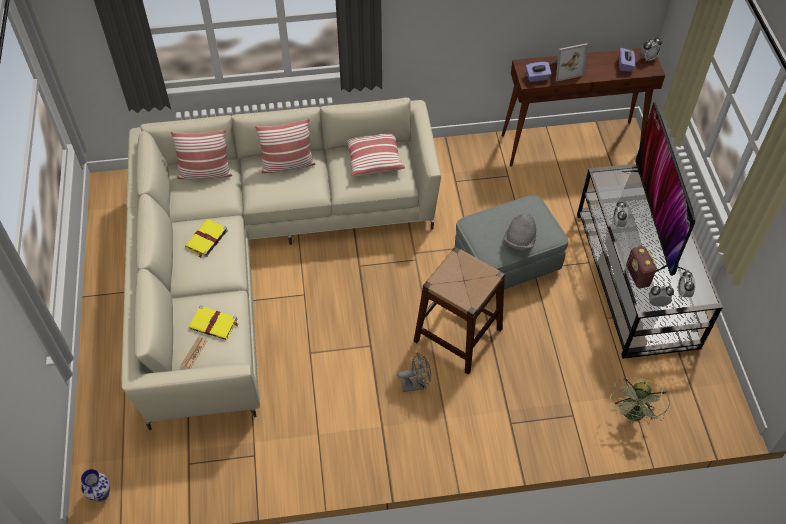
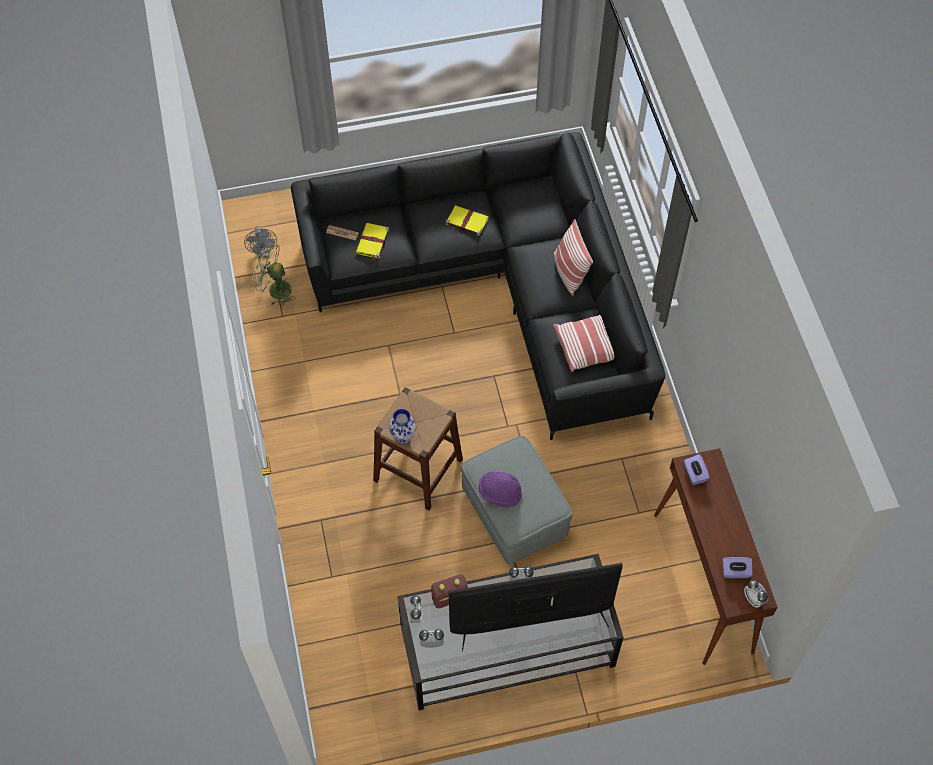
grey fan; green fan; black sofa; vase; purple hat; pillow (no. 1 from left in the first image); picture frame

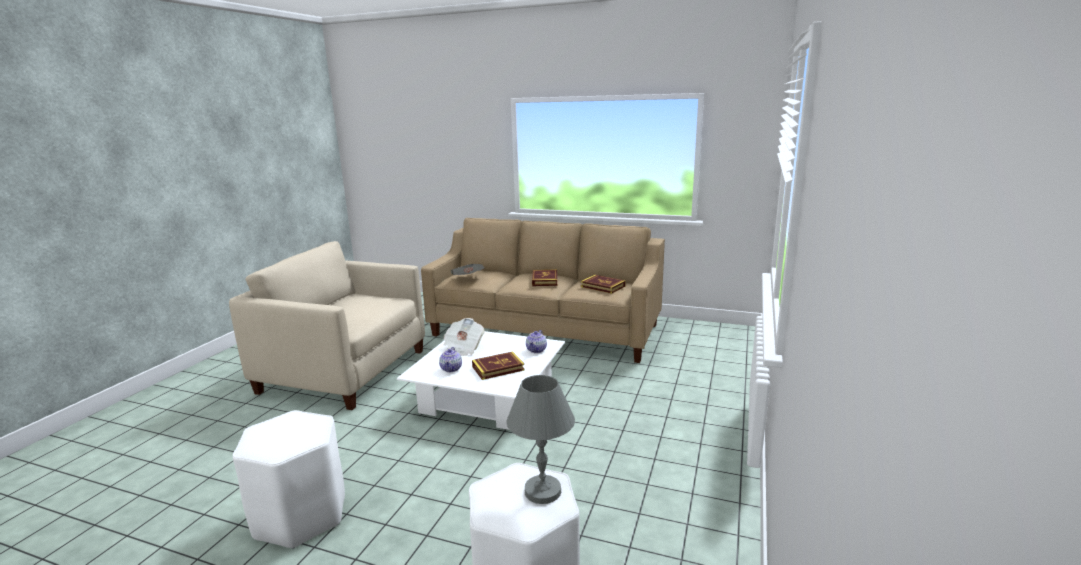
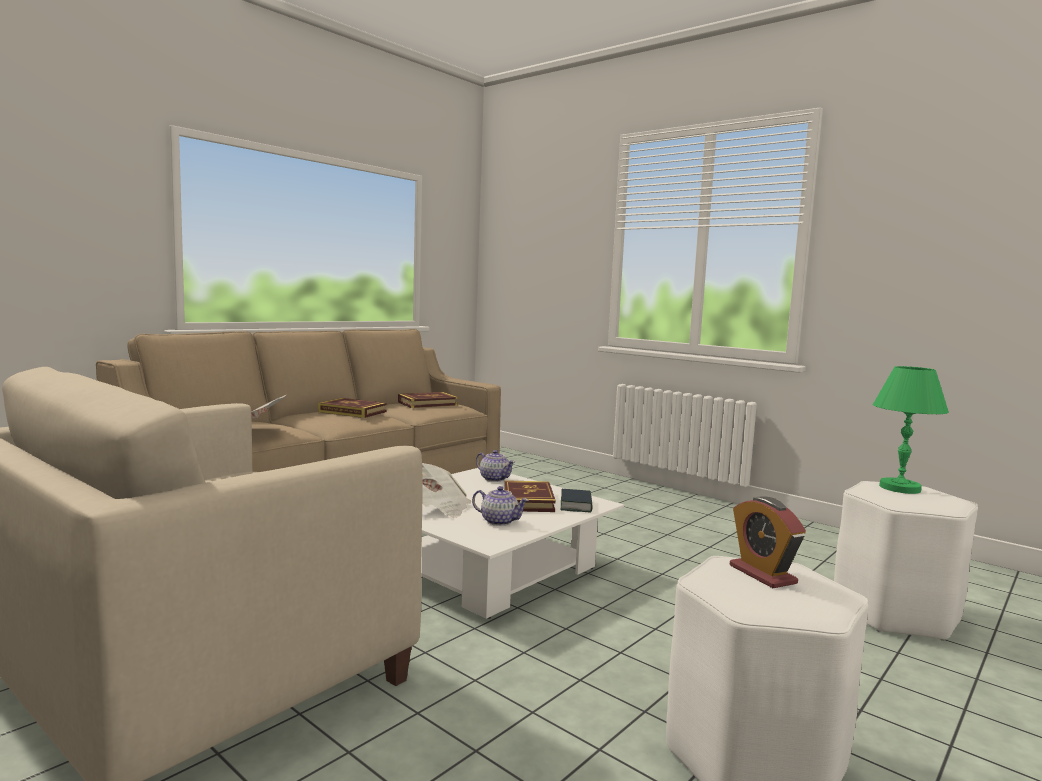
book (no. 4 from left); alarm clock; green table lamp

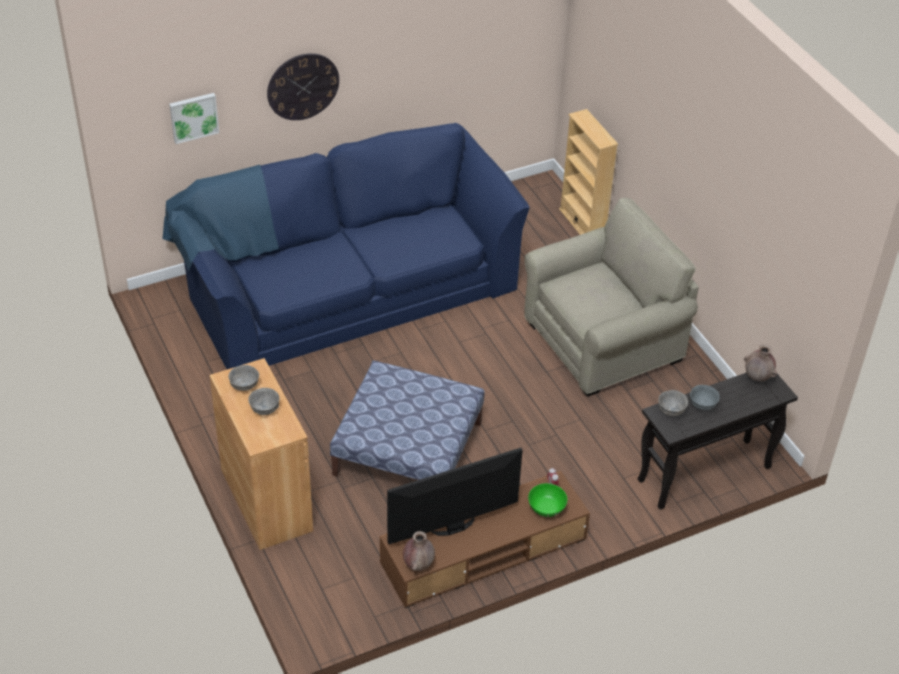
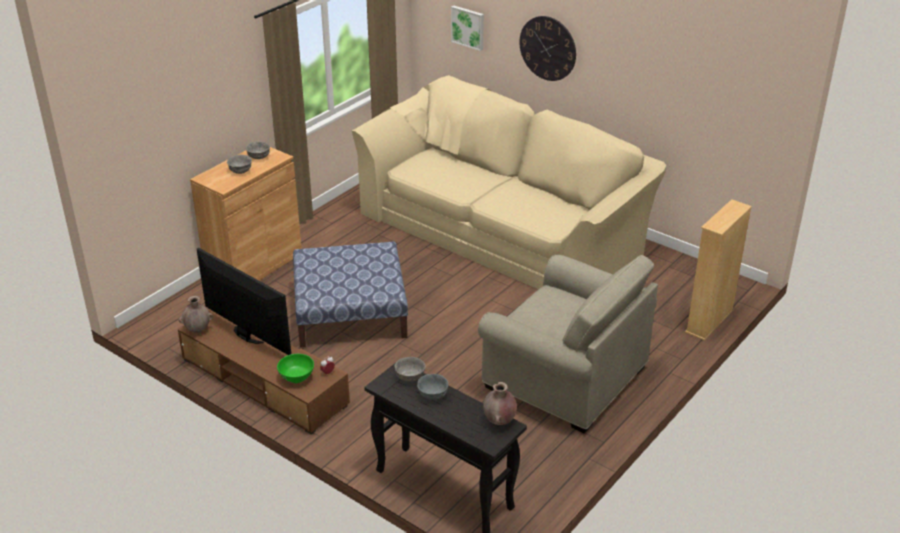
beige sofa

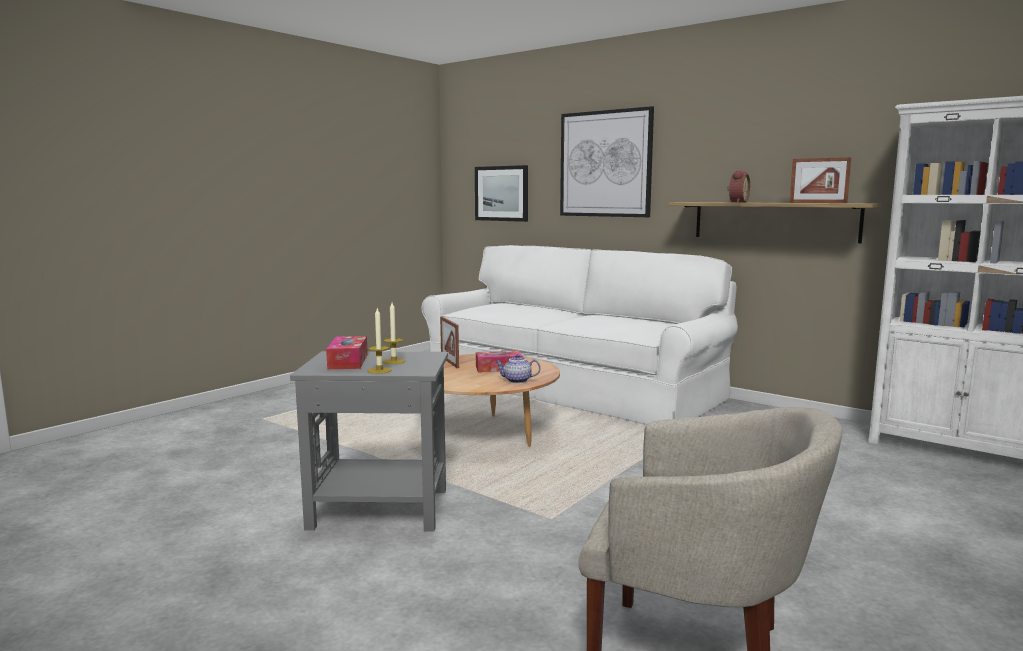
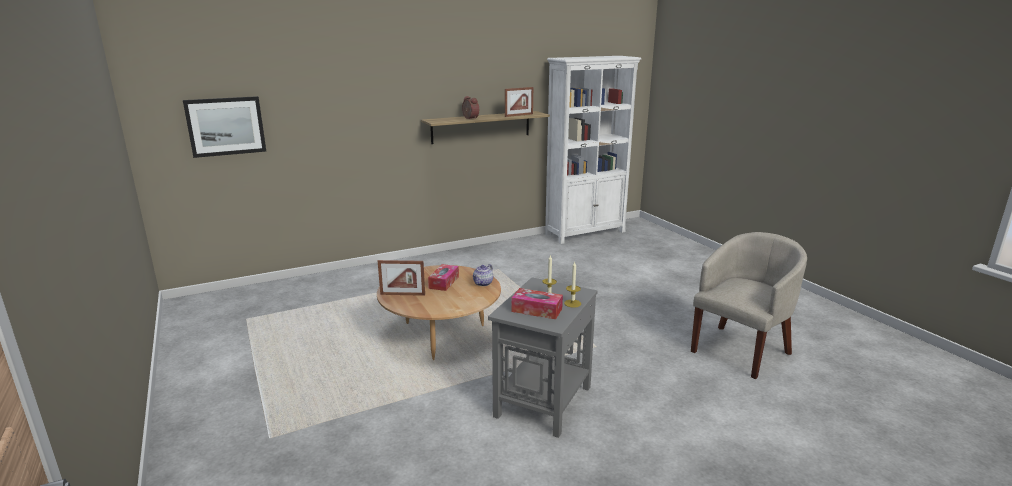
white sofa; picture (no. 2 from left in the first image)

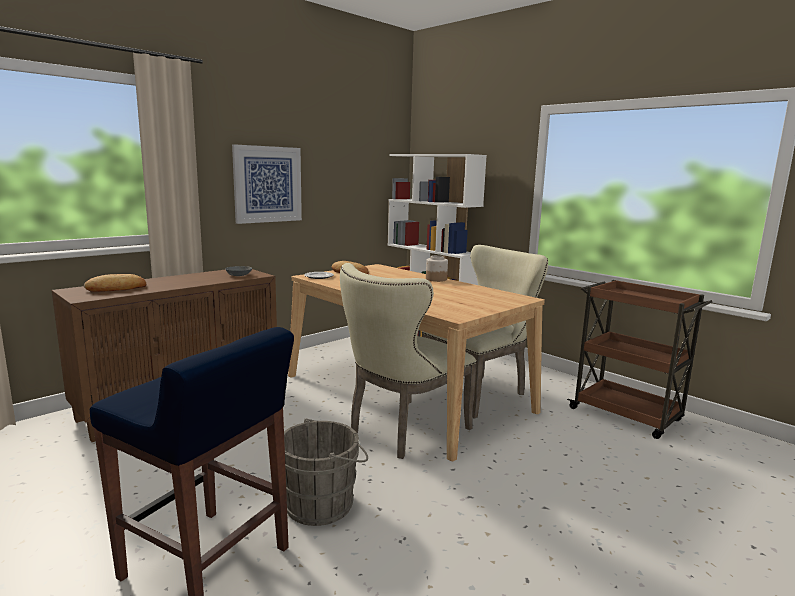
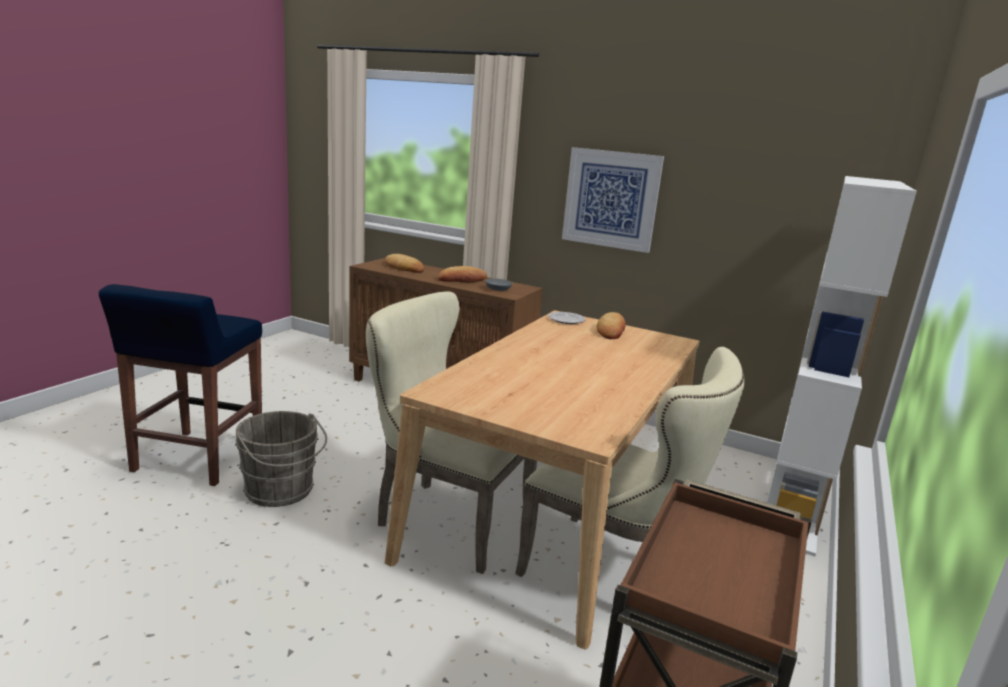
bread (no. 2 from left); jar

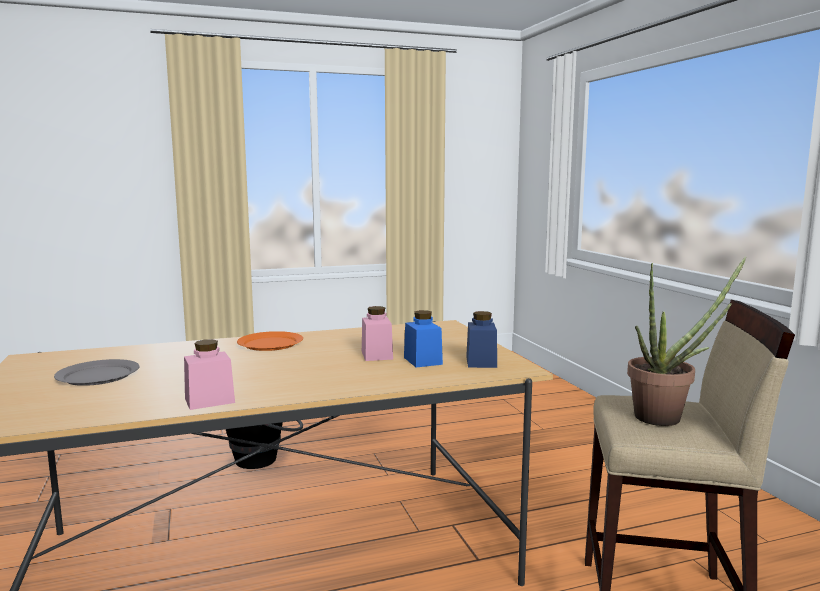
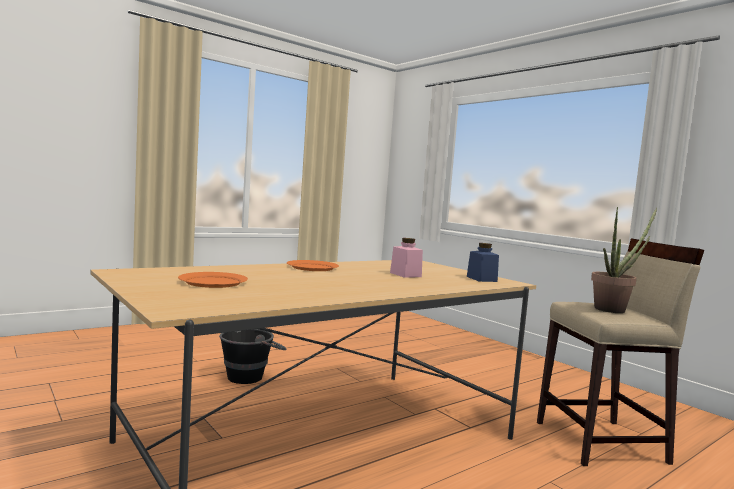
orange plate (no. 1 from left); pink jar (no. 1 from left in the first image); blue jar (no. 1 from left in the first image)

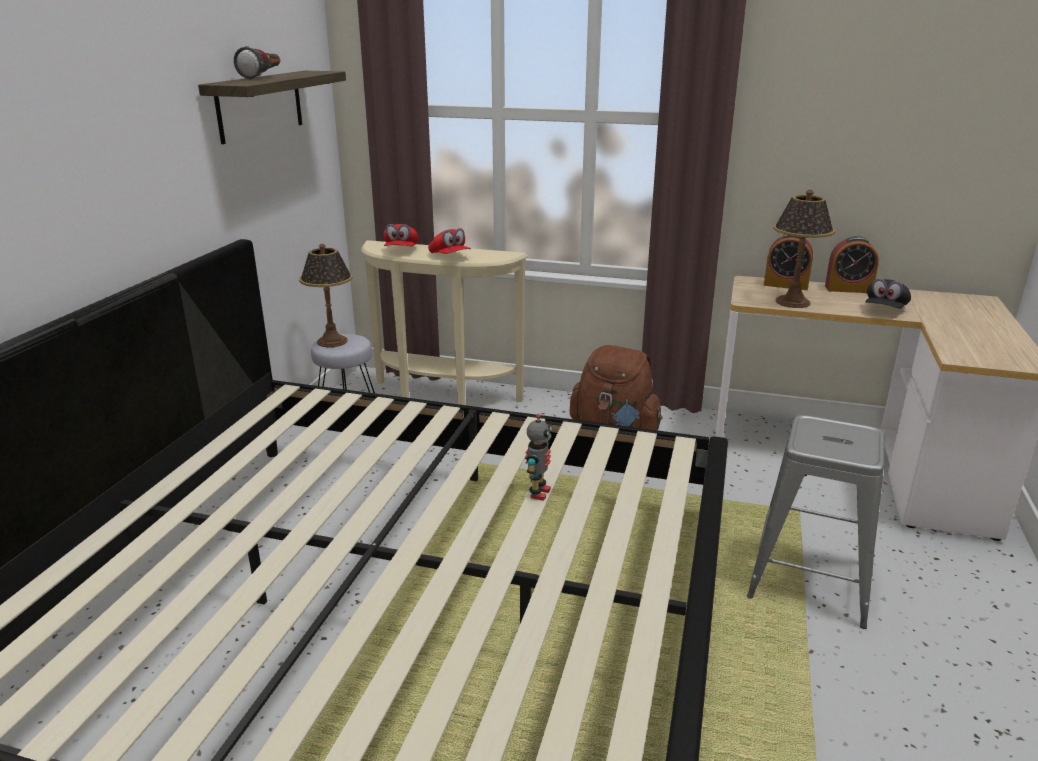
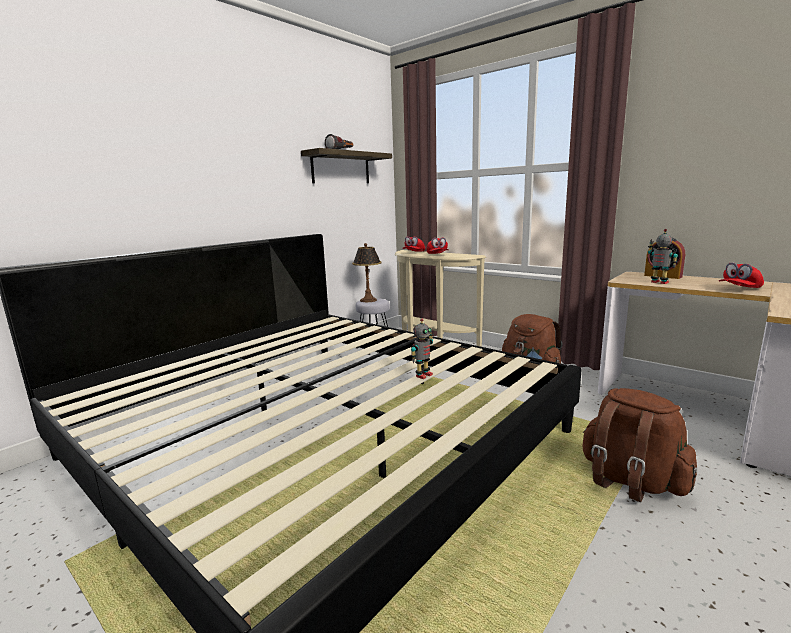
brown backpack (no. 2 from left); toy robot (no. 2 from left); red cap (no. 3 from left); alarm clock (no. 2 from left in the first image)

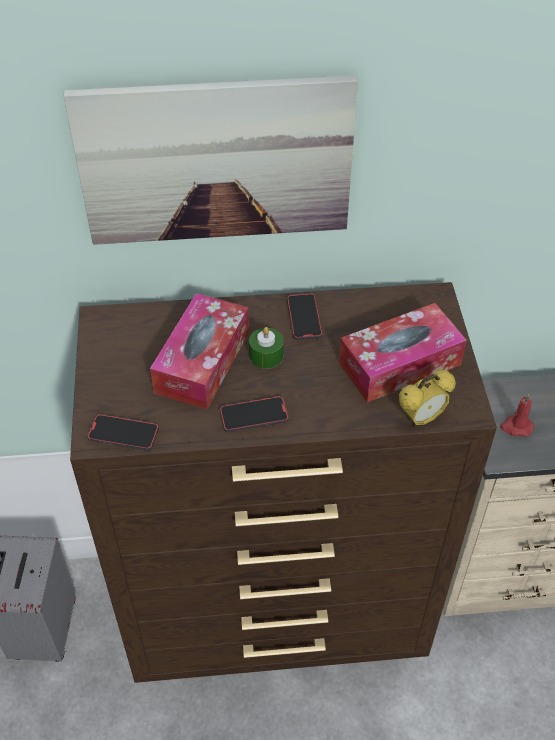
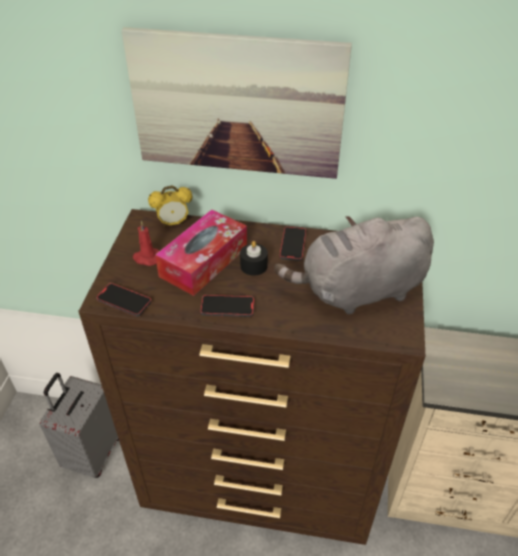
red candle; alarm clock; black candle; grey plush toy

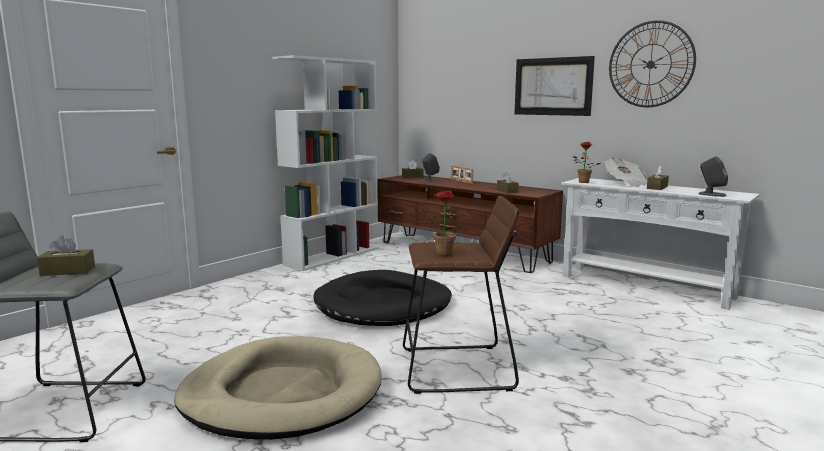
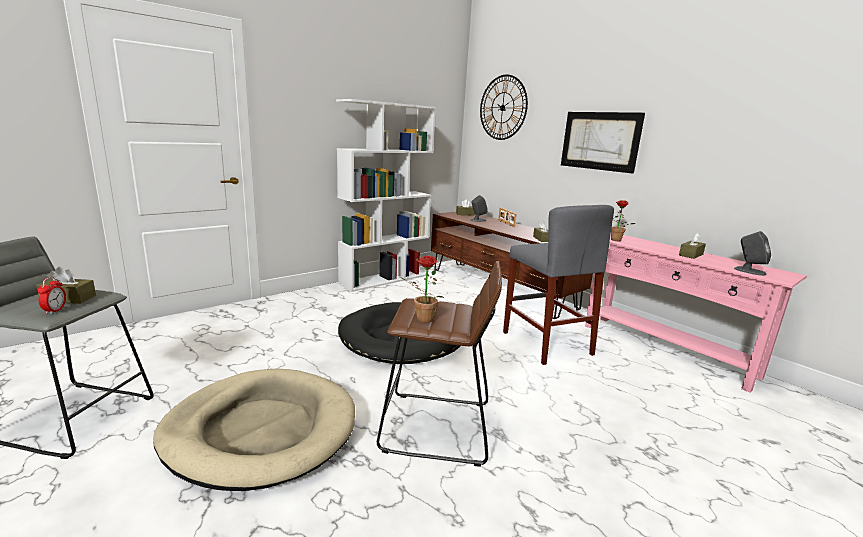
alarm clock; wall clock; grey stool (no. 2 from left); pink console table; newspaper

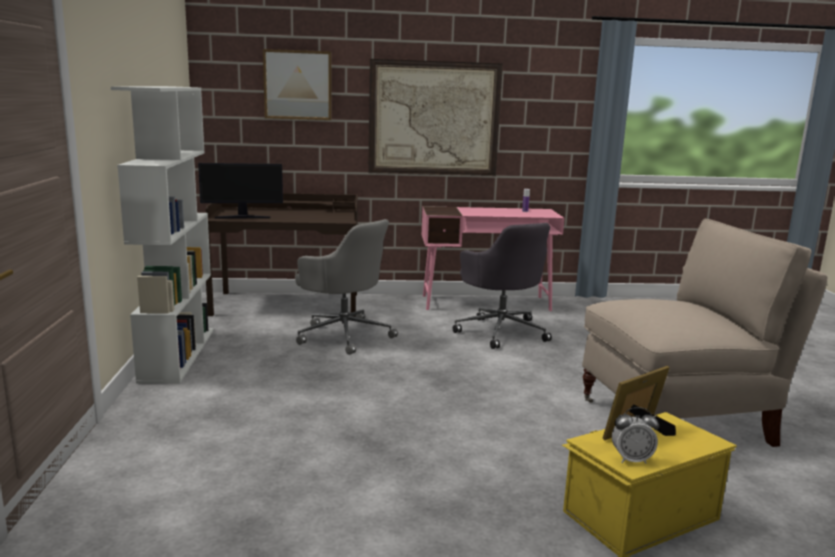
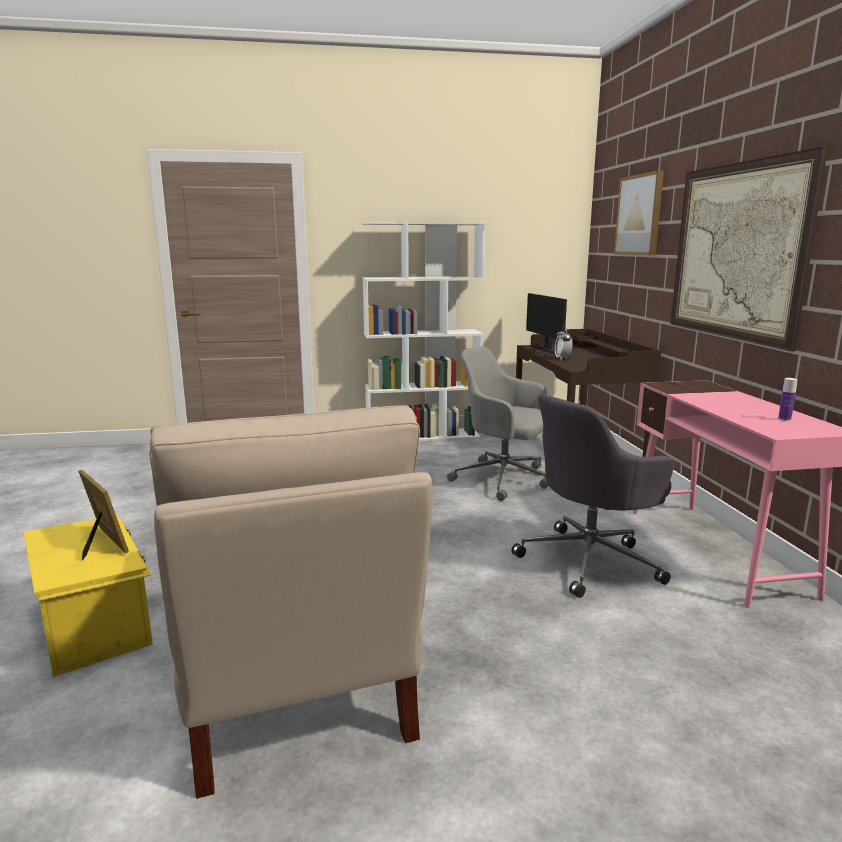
grey office chair (no. 1 from left); alarm clock

